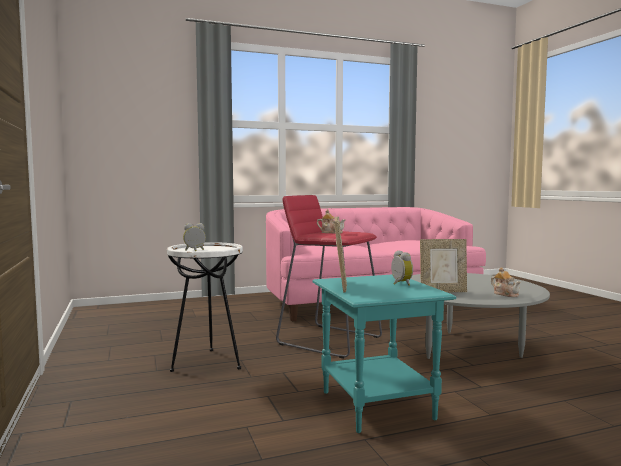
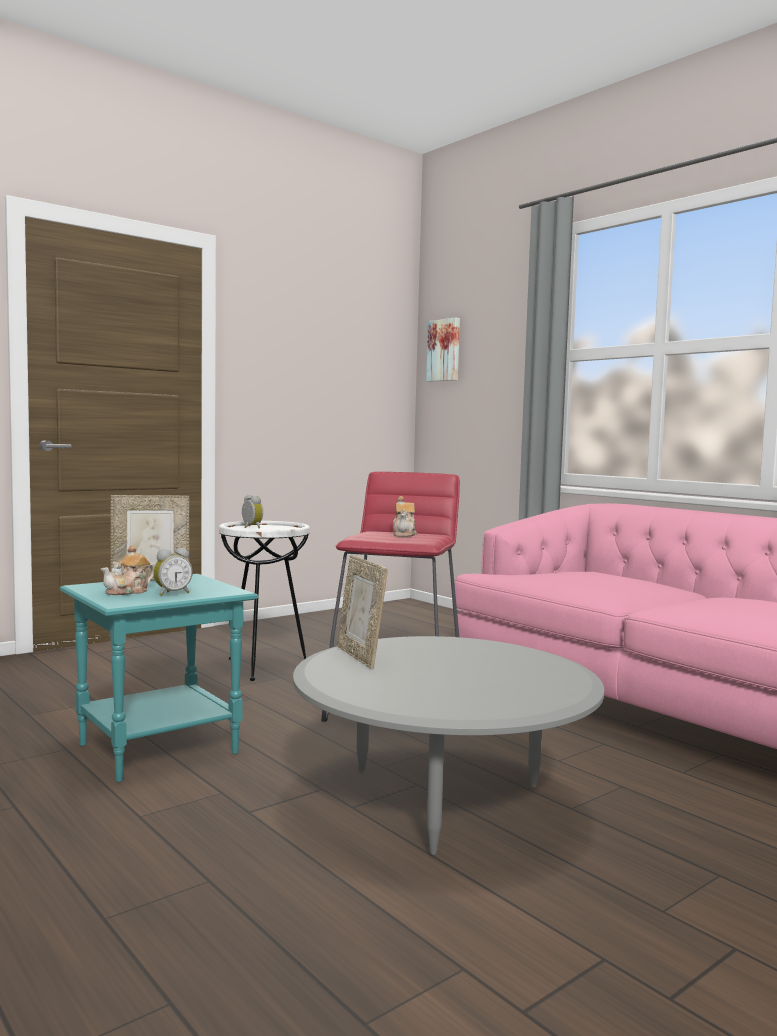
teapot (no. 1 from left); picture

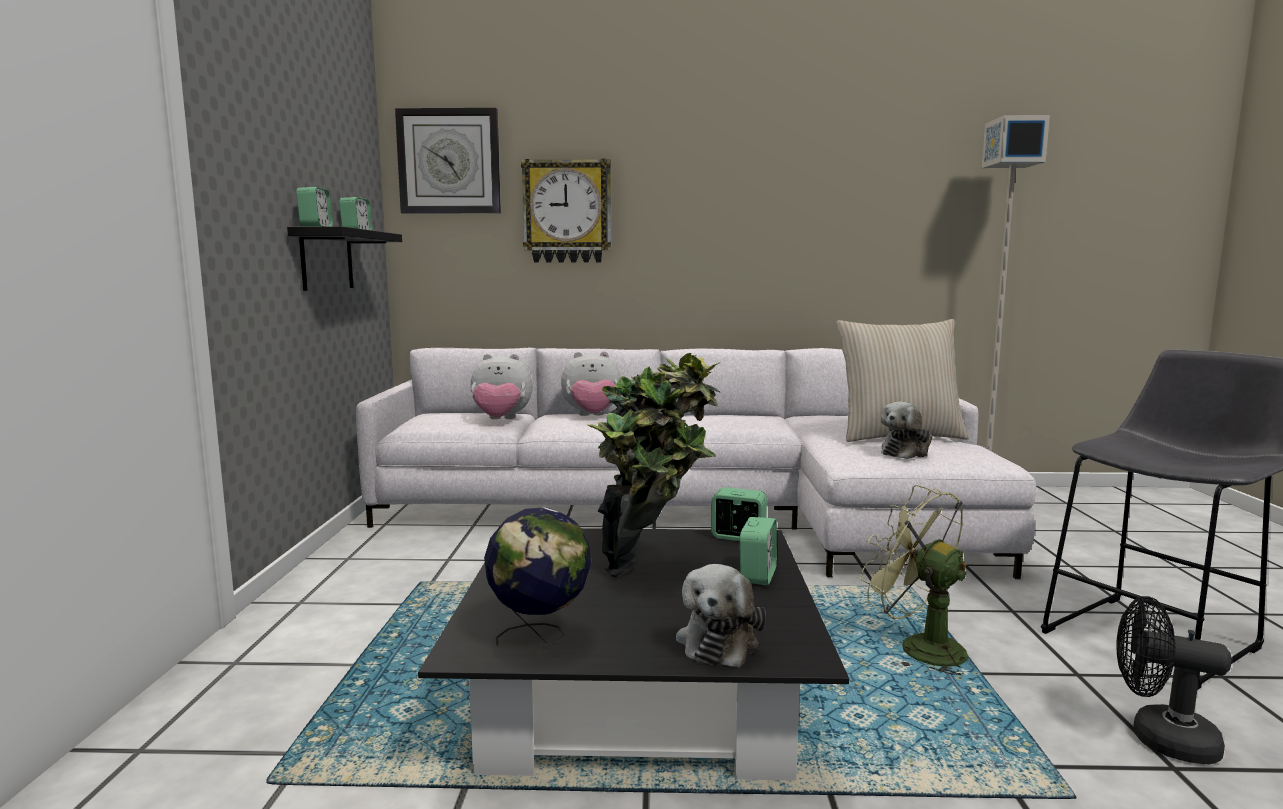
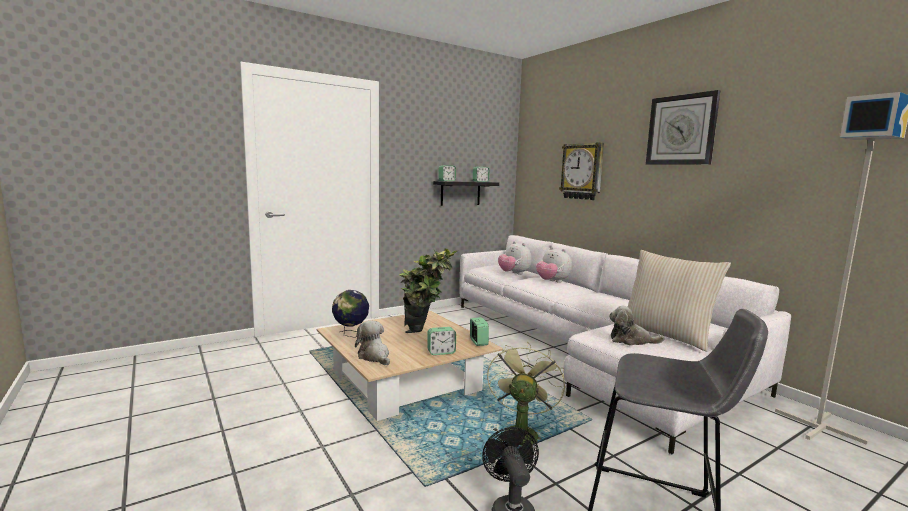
beige coffee table; plush toy (no. 1 from left); wall clock (no. 2 from left)

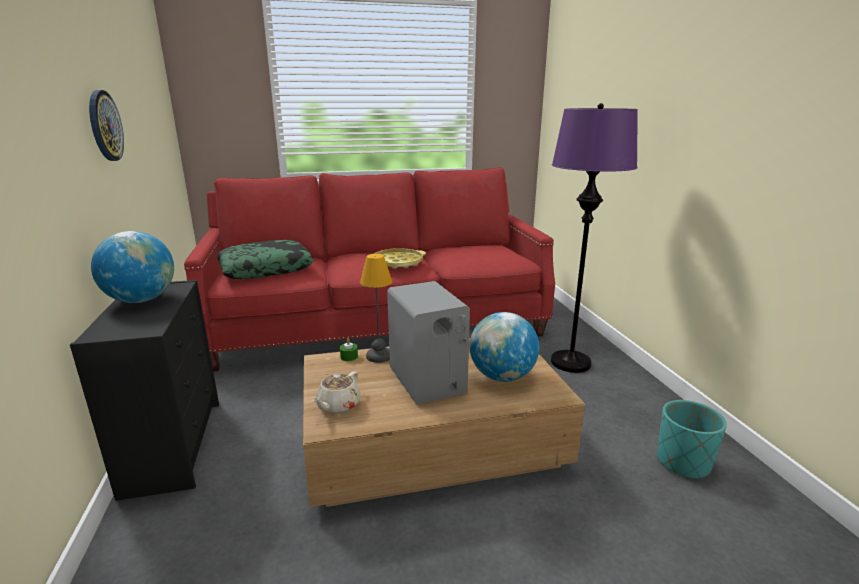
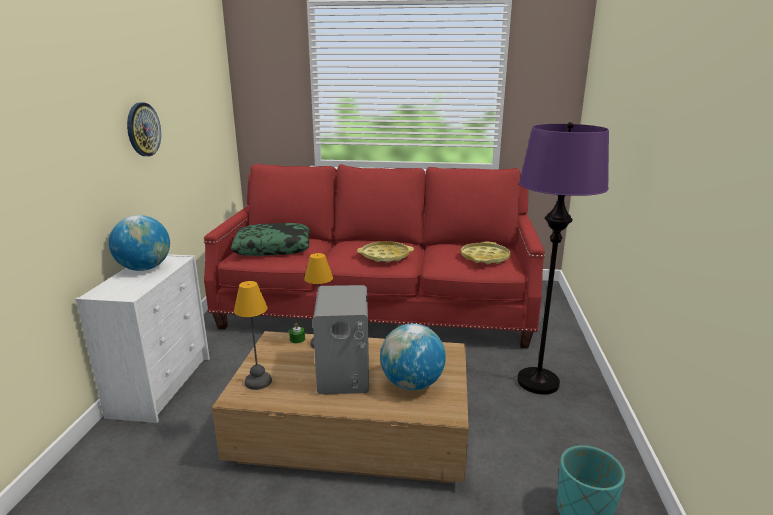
white dresser; table lamp (no. 1 from left); yellow tray (no. 2 from left)

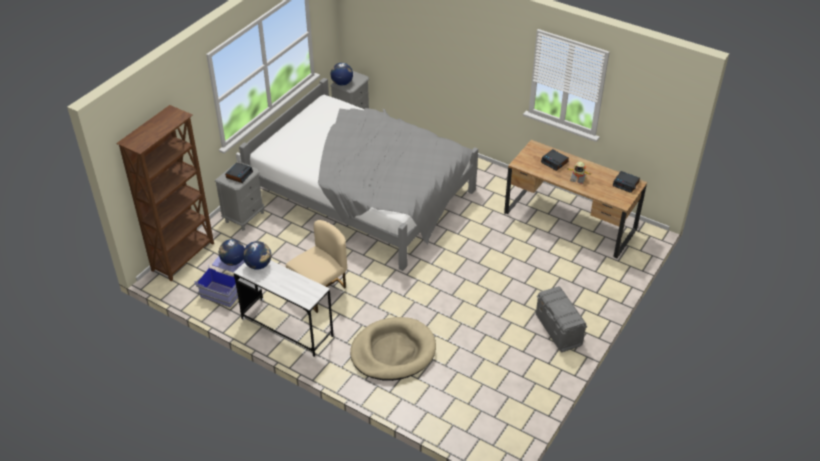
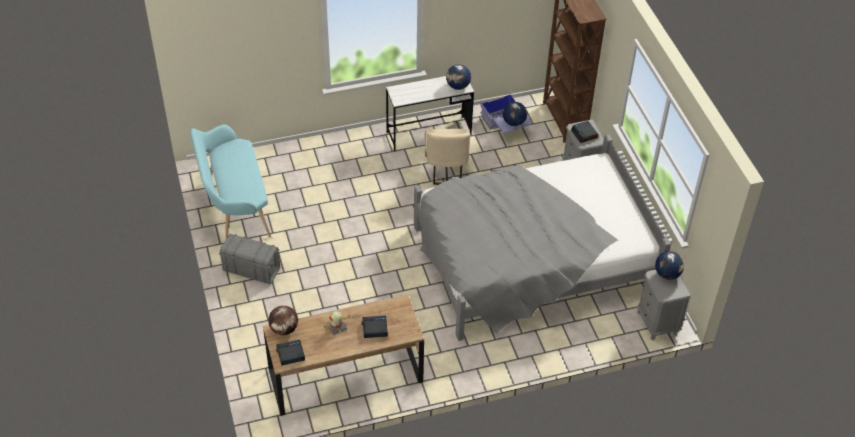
turquoise bench; globe (no. 1 from left); beige dog bed

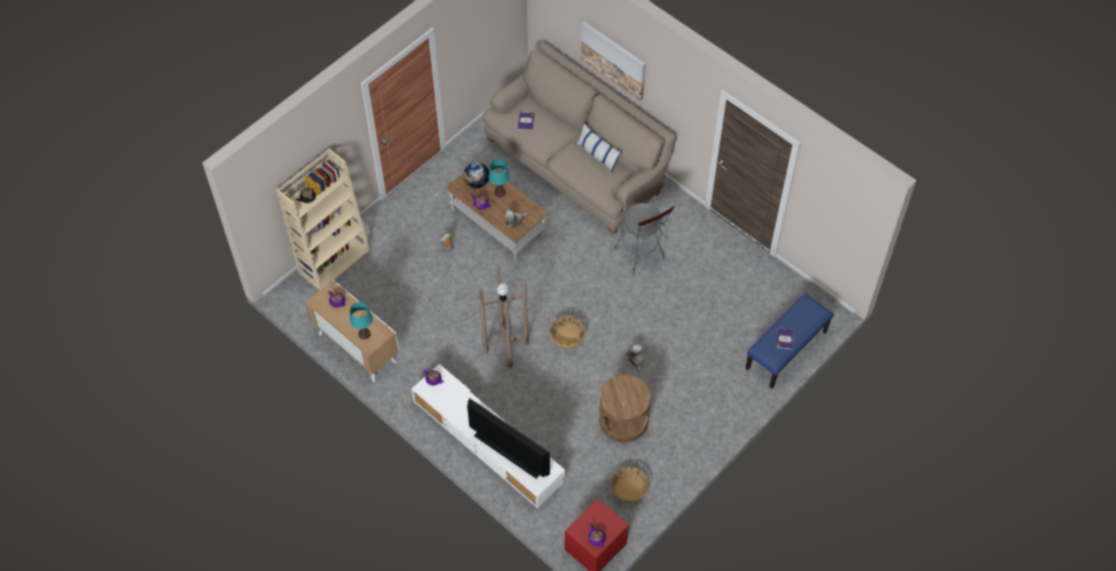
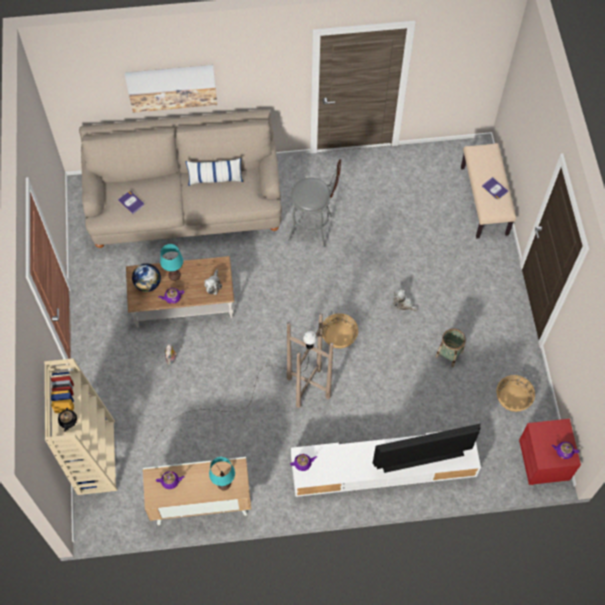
basket (no. 2 from left); beige bench

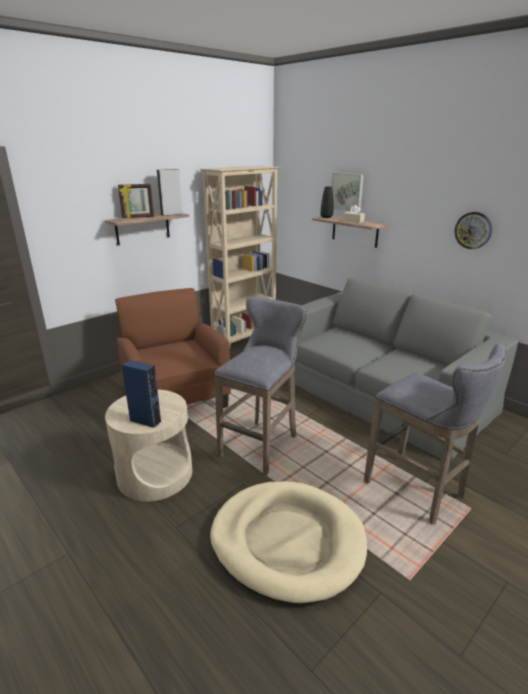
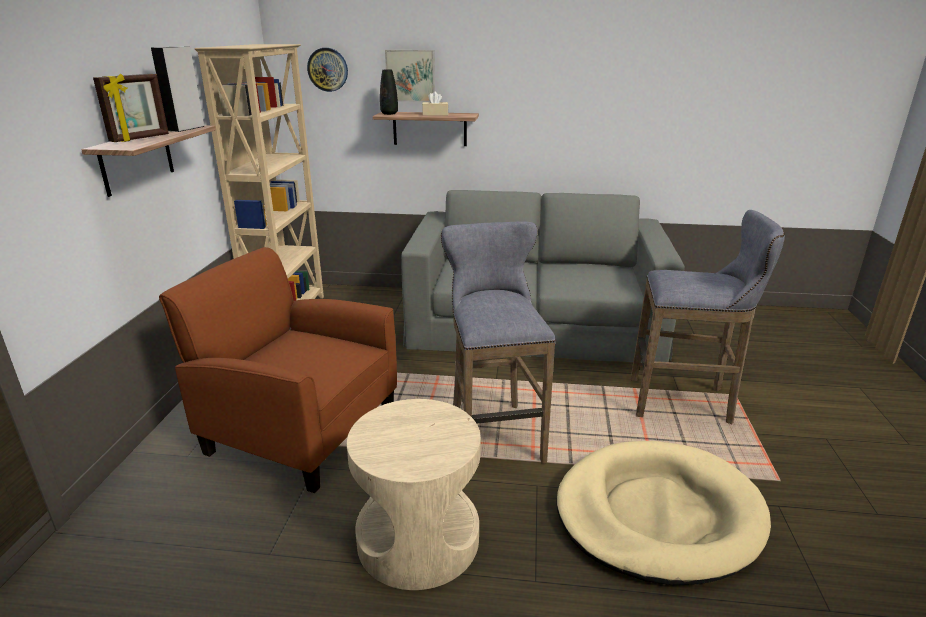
wall clock; blue speaker

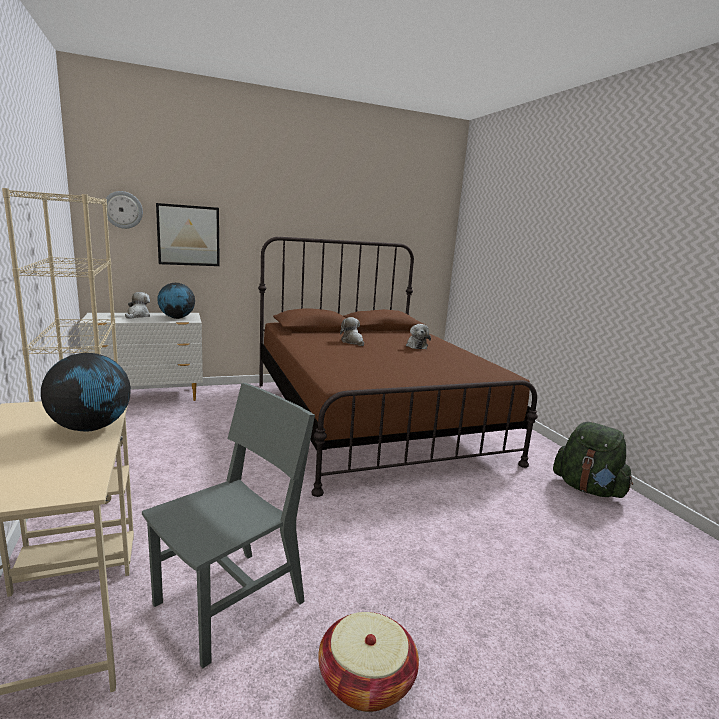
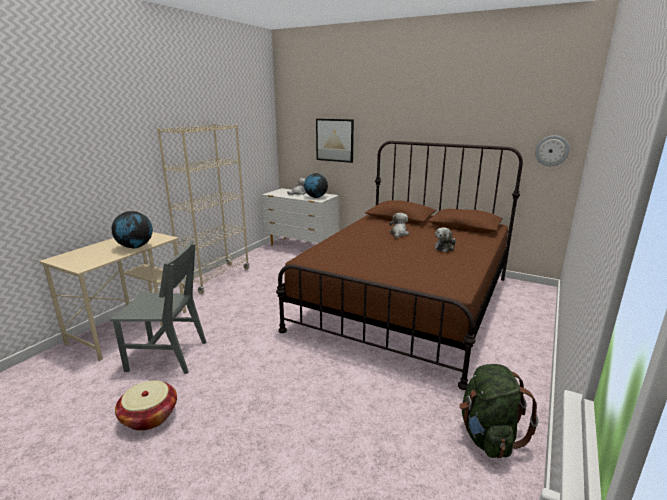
wall clock

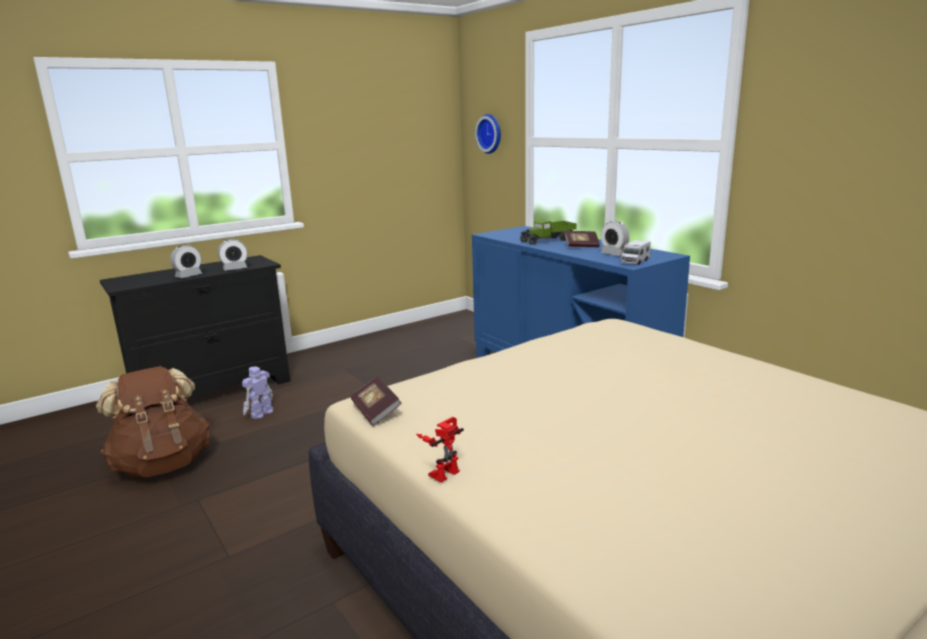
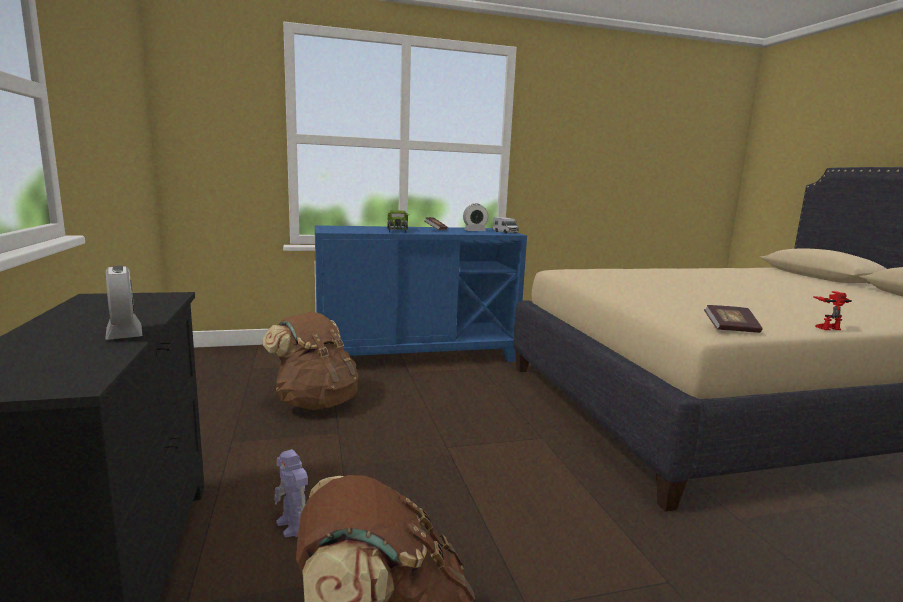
brown backpack (no. 1 from left); toy robot (no. 2 from left); alarm clock (no. 2 from left in the first image); wall clock

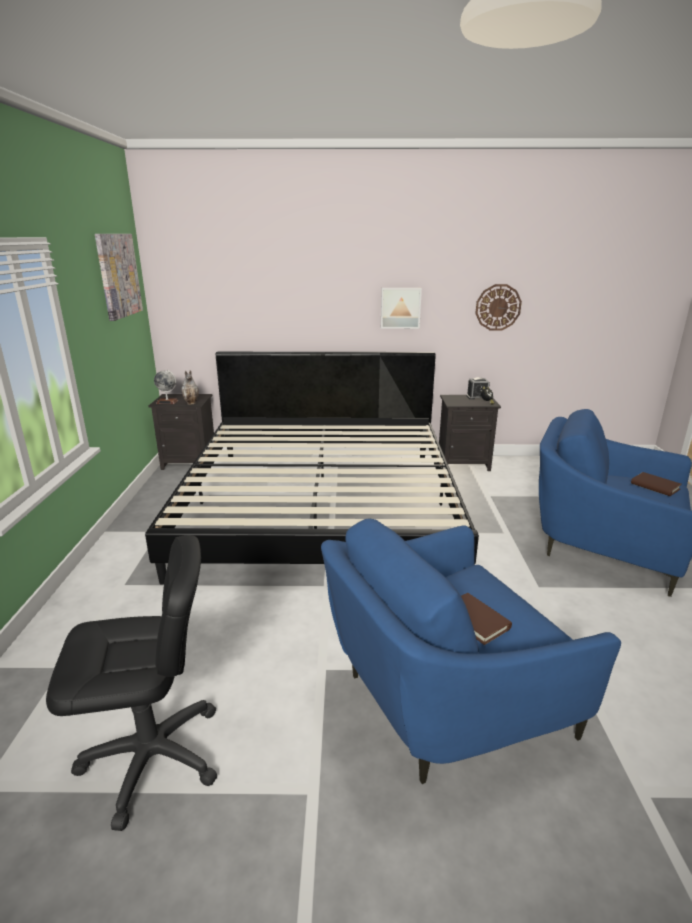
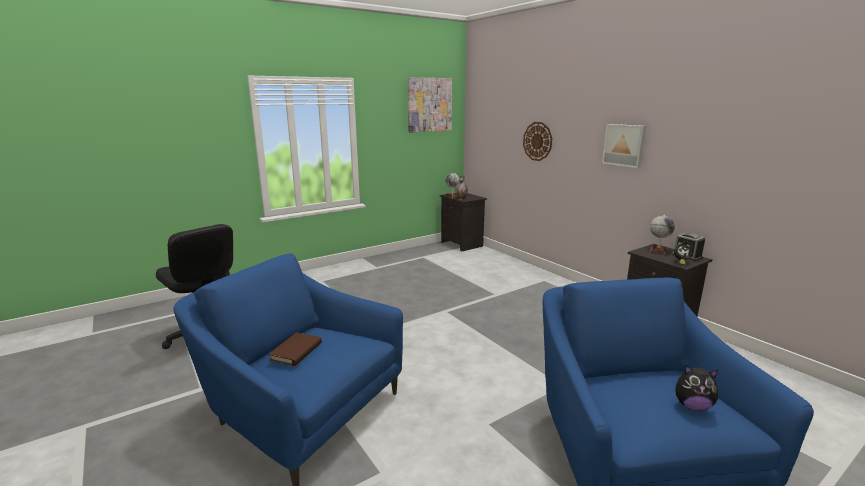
wall clock; globe (no. 2 from left); plush toy; bed

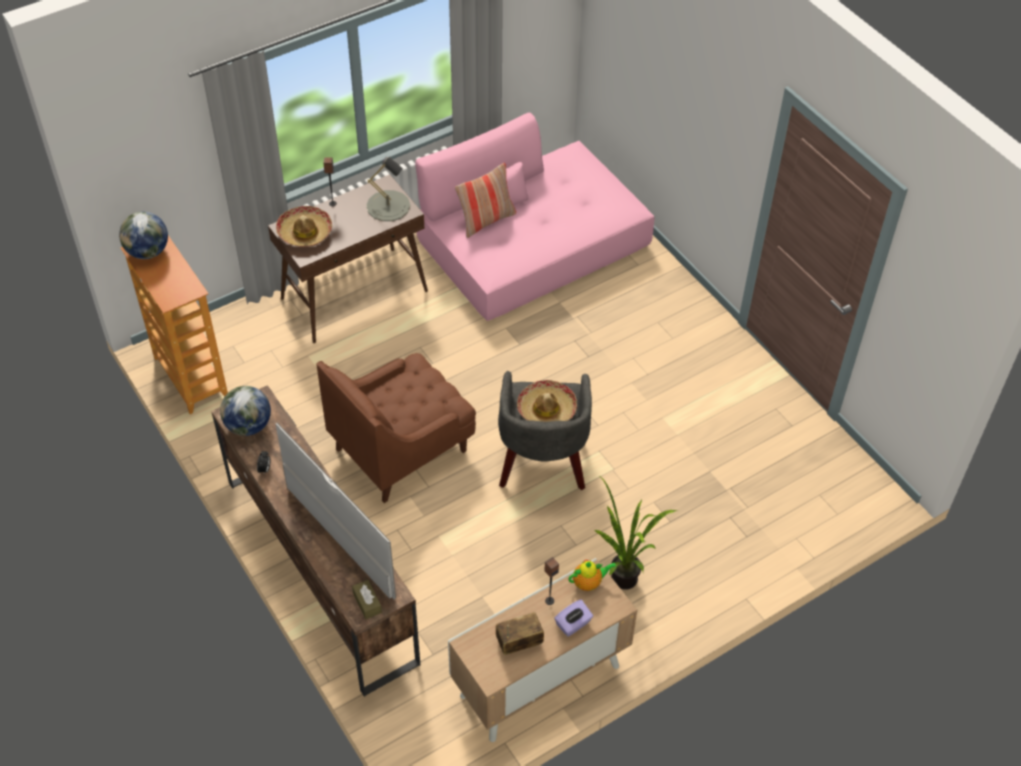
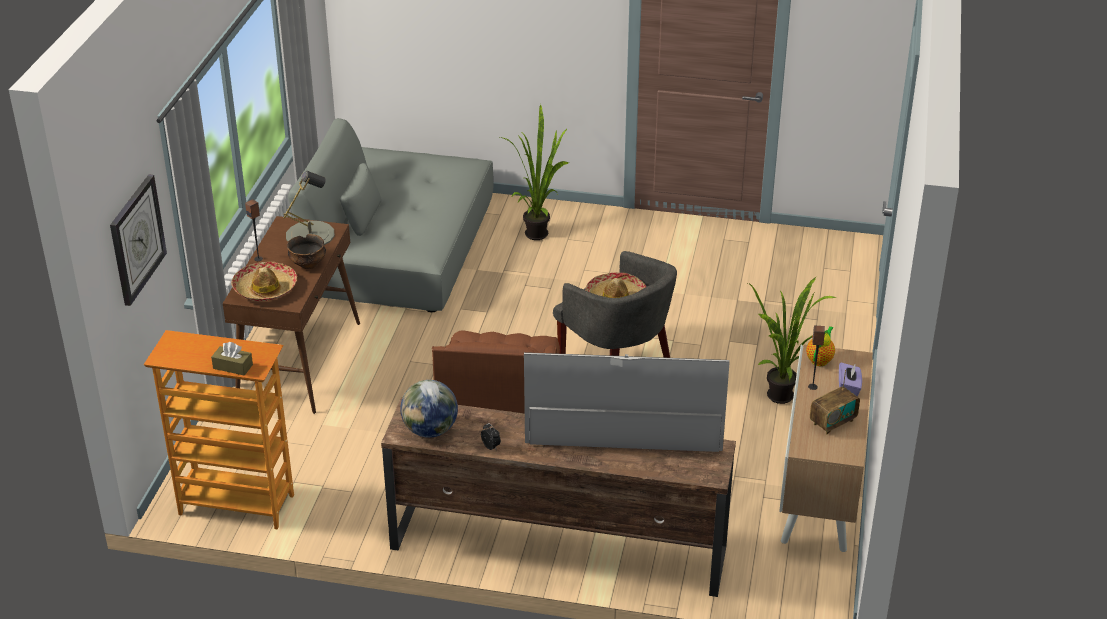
wall clock; brown tissue box; bowl; grey sofa; potted plant (no. 1 from left); radio; globe (no. 1 from left in the first image); pillow

